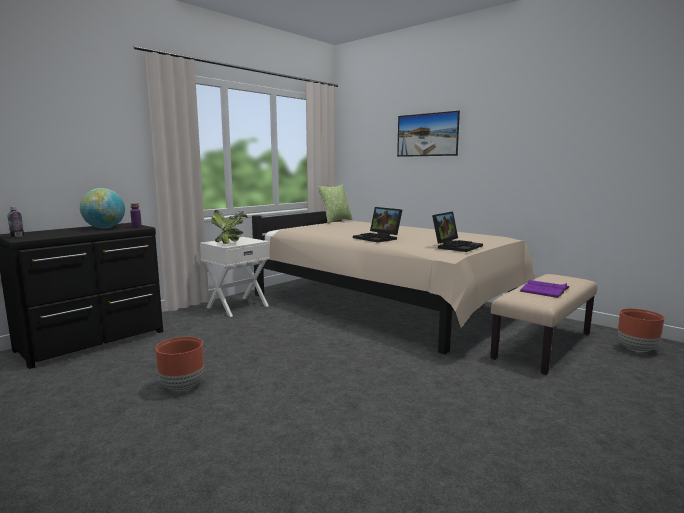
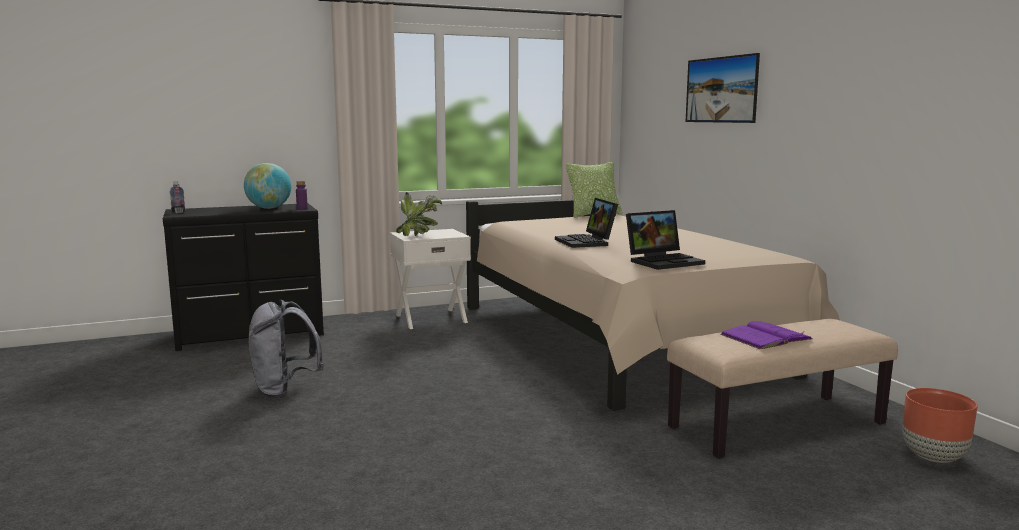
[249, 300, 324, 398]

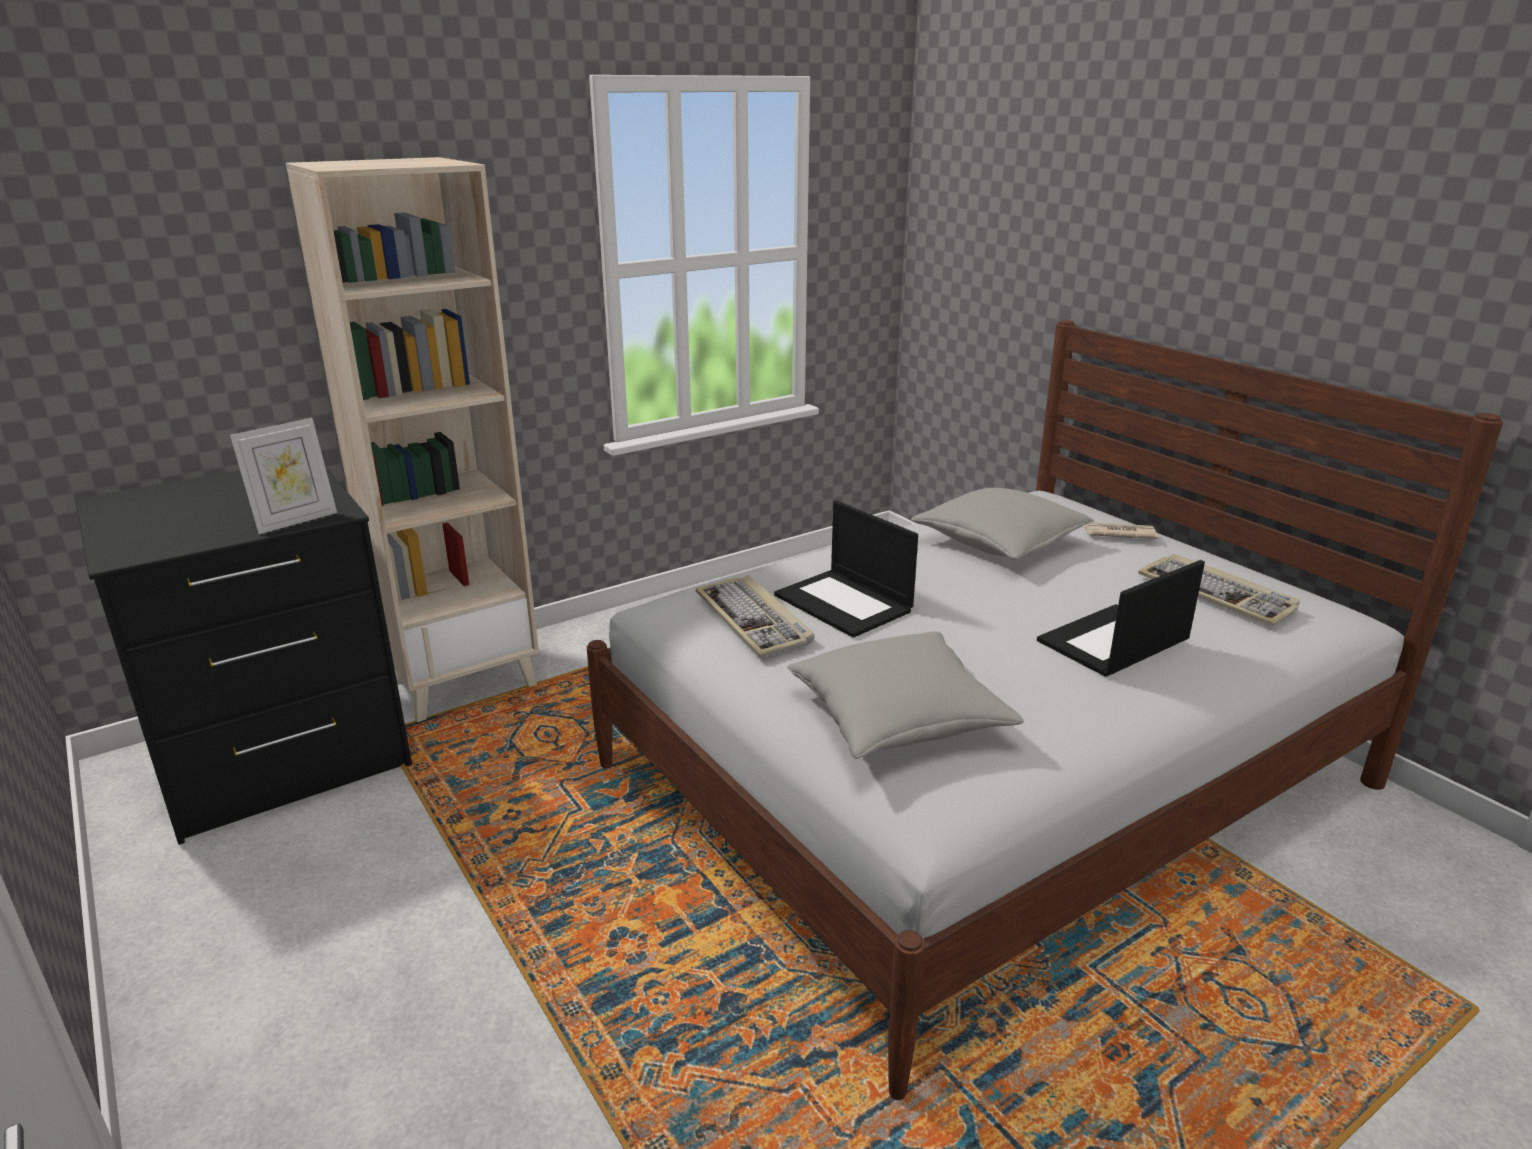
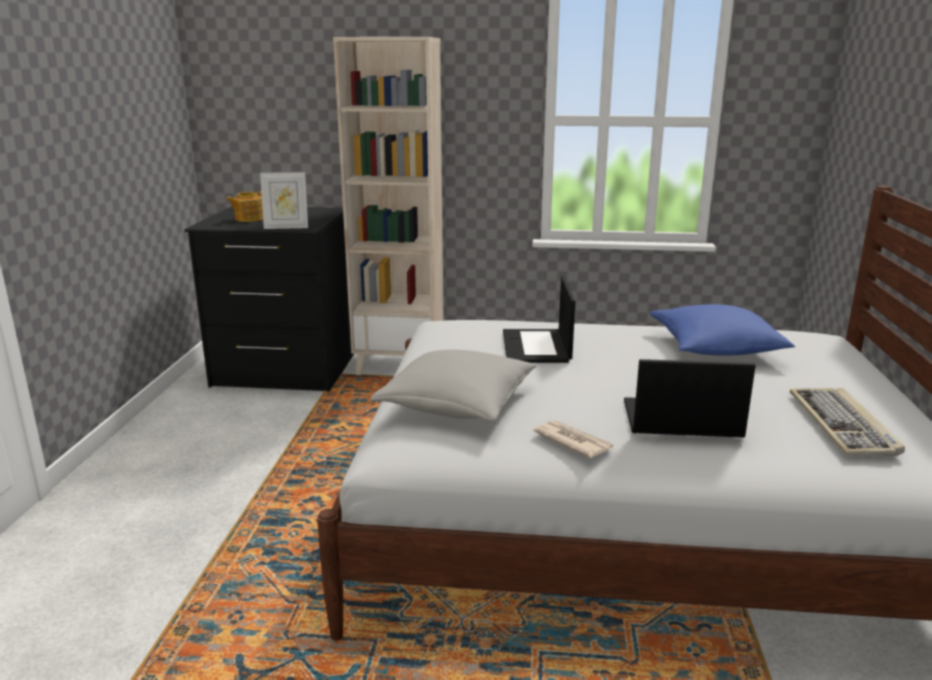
[226, 191, 263, 222]
[534, 420, 613, 458]
[650, 304, 795, 356]
[696, 575, 814, 657] (first image)

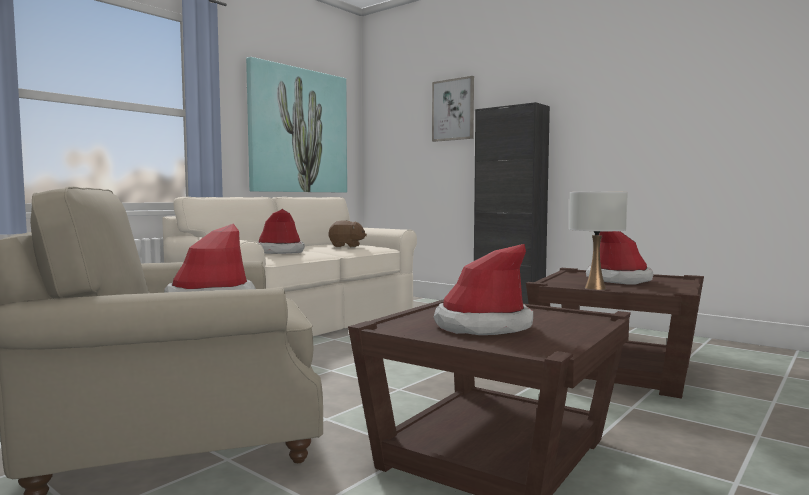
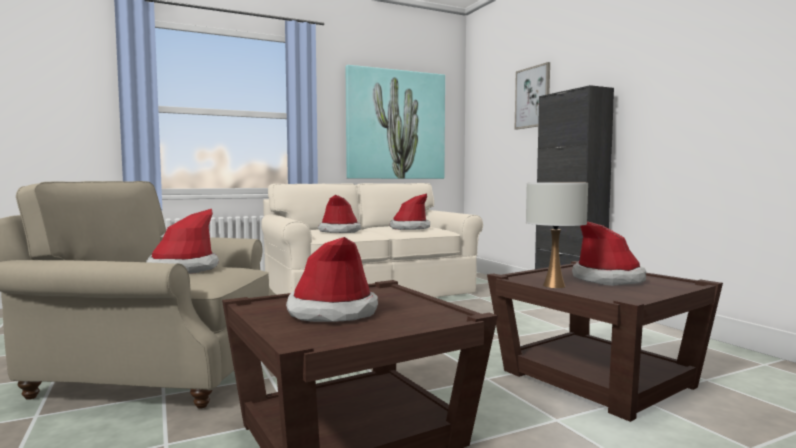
[390, 193, 430, 230]

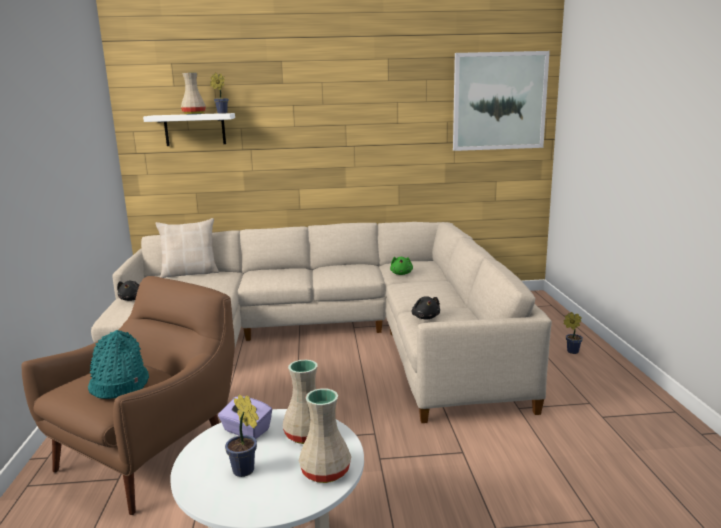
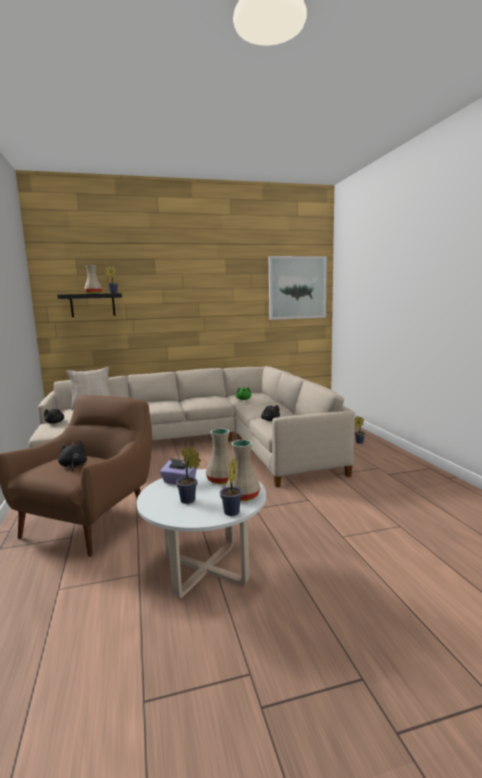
[57, 293, 122, 317]
[58, 441, 87, 472]
[220, 457, 242, 516]

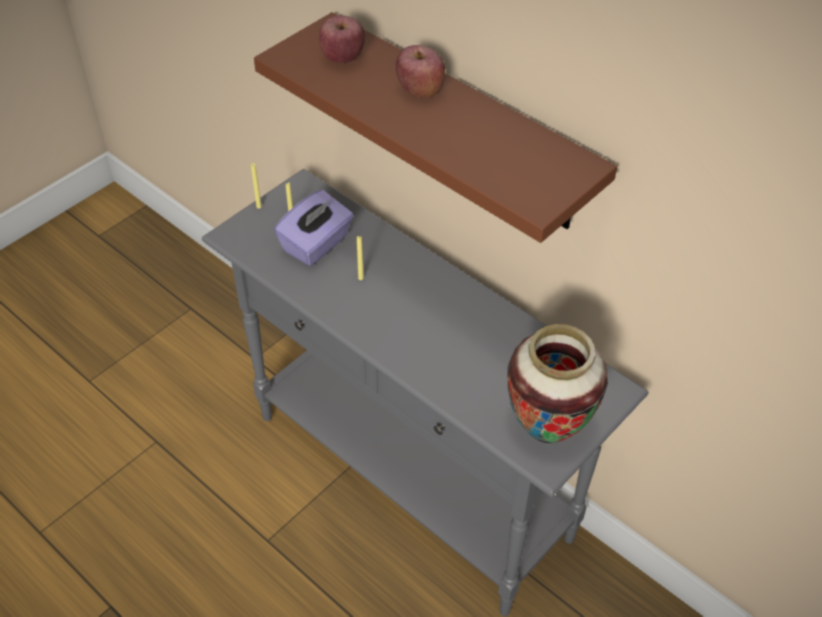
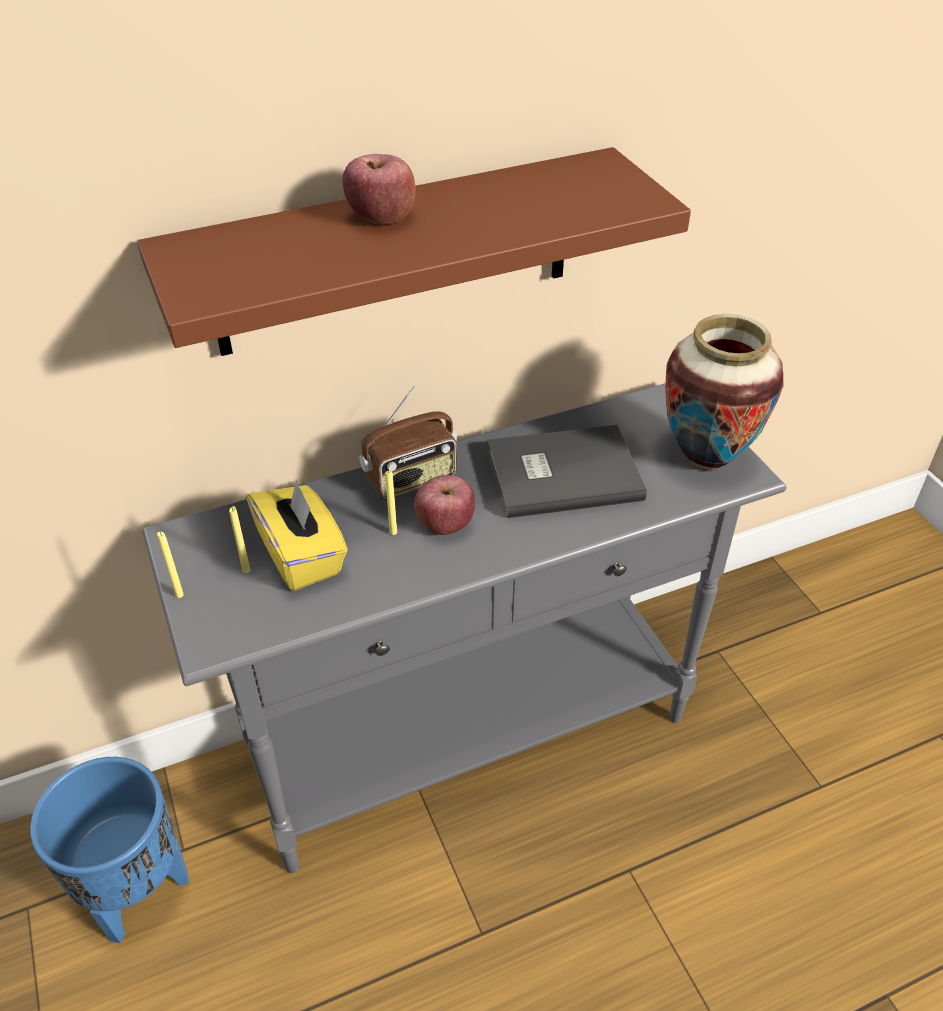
[30, 757, 189, 943]
[247, 479, 348, 591]
[359, 385, 457, 500]
[414, 475, 475, 535]
[488, 425, 647, 518]

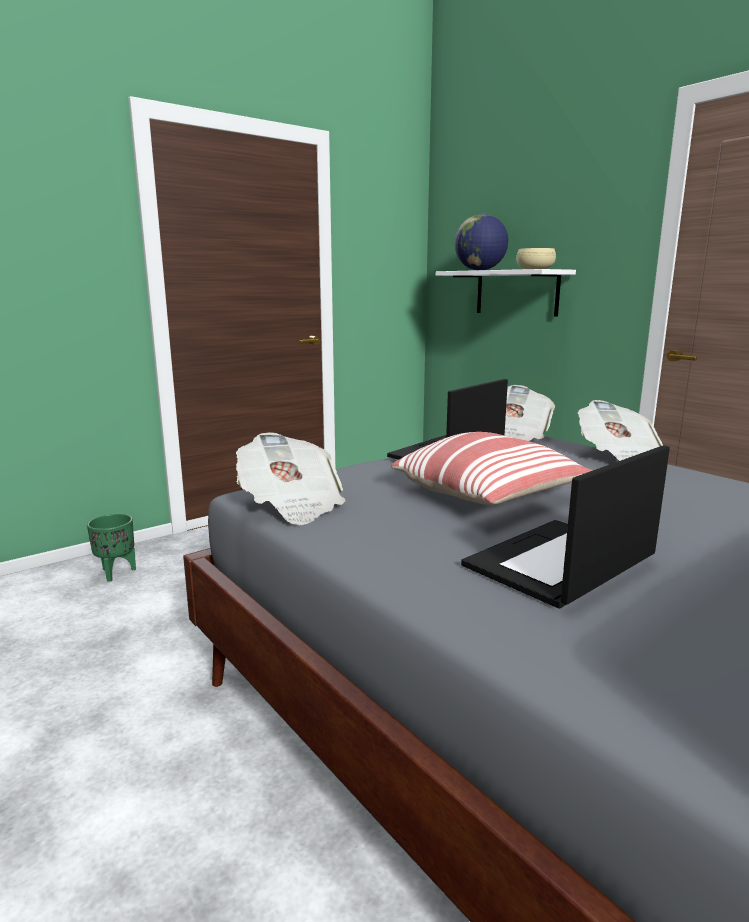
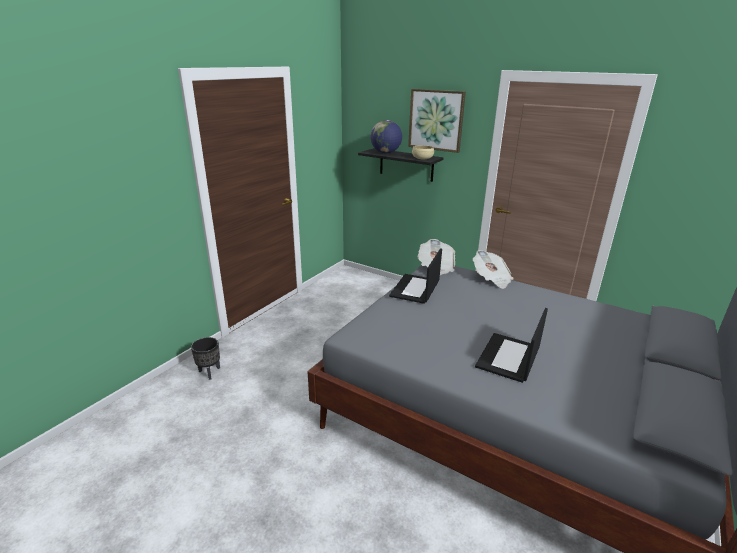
[191, 337, 220, 380]
[358, 148, 443, 182]
[408, 89, 466, 153]
[236, 432, 345, 525] (first image)
[391, 432, 593, 505] (first image)

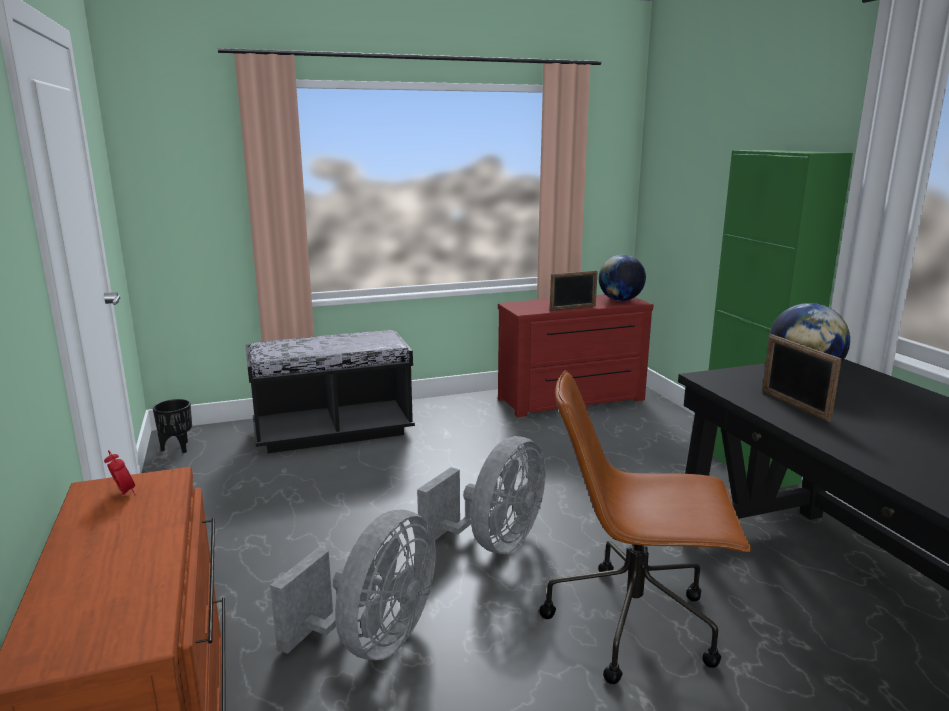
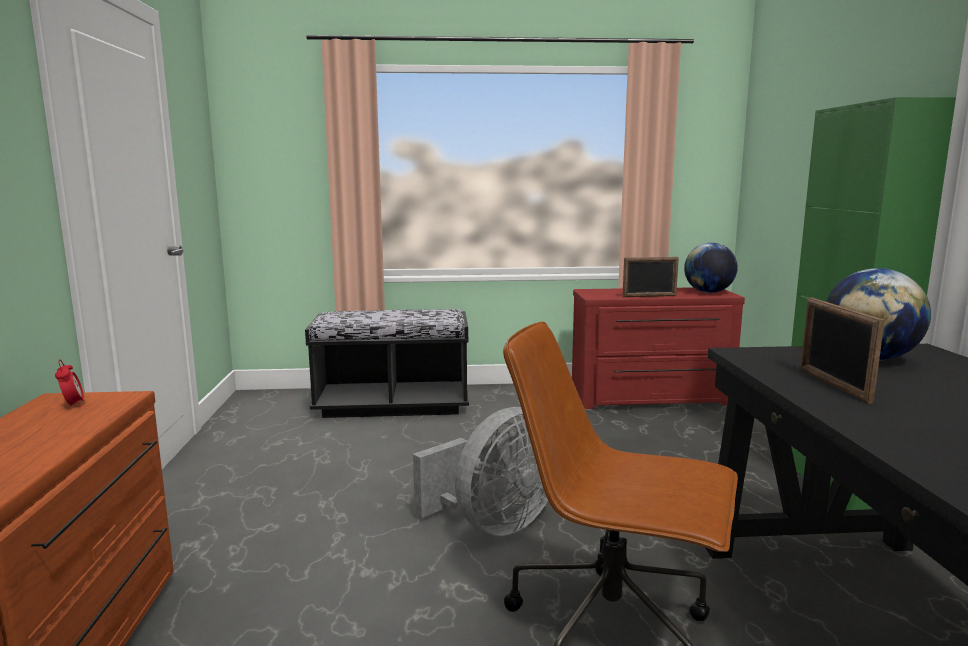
[153, 399, 192, 453] (first image)
[270, 510, 436, 660] (first image)

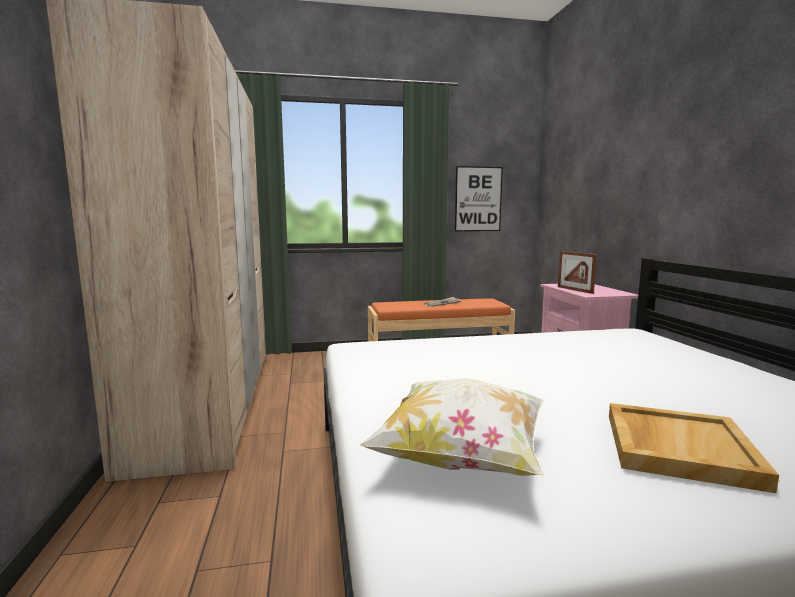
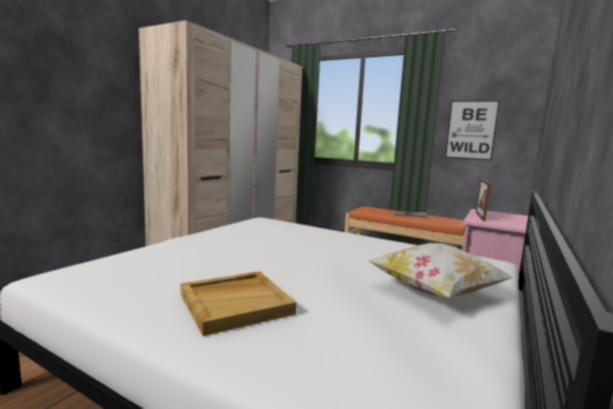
[368, 243, 515, 298]

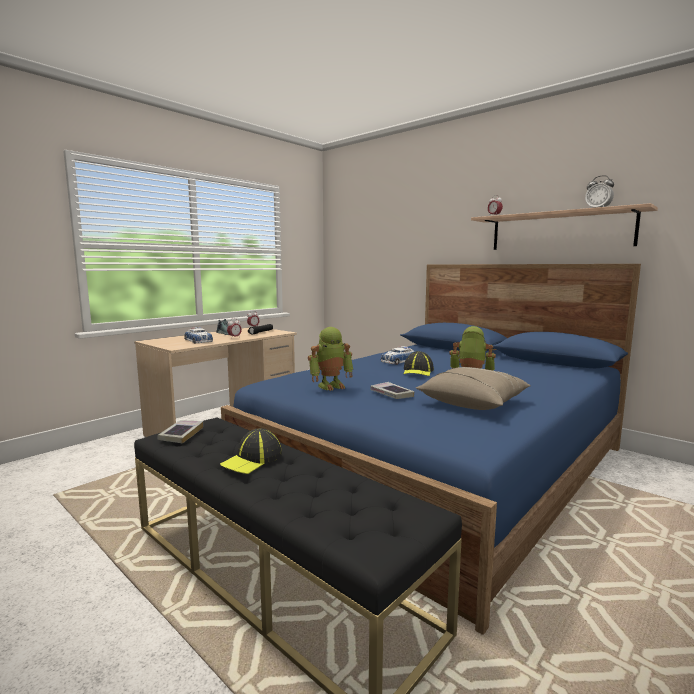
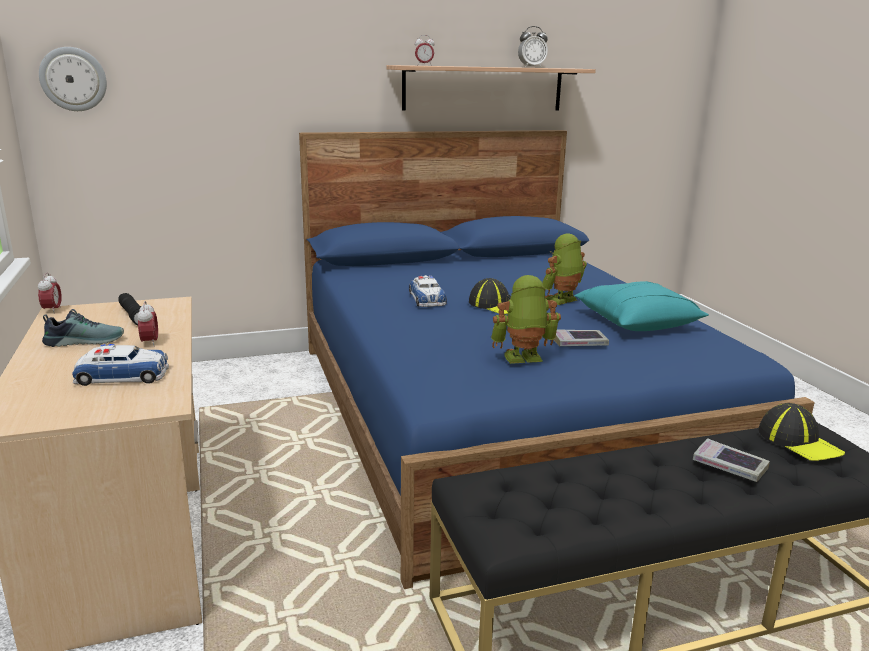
[39, 47, 107, 111]
[491, 275, 561, 364]
[574, 281, 709, 331]
[693, 438, 770, 482]
[758, 403, 845, 461]

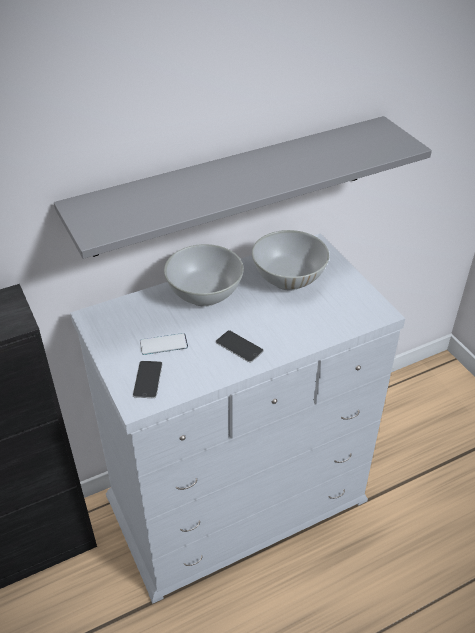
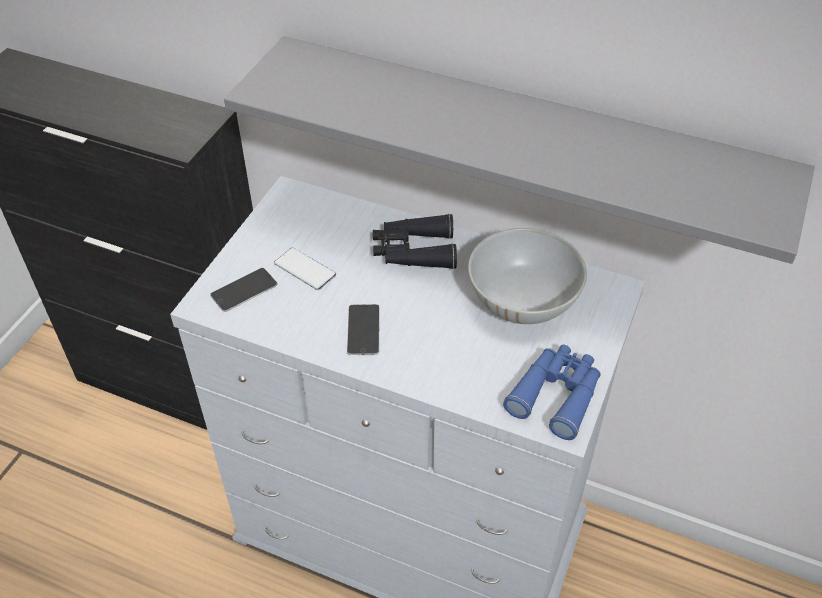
[373, 214, 457, 269]
[503, 345, 601, 440]

